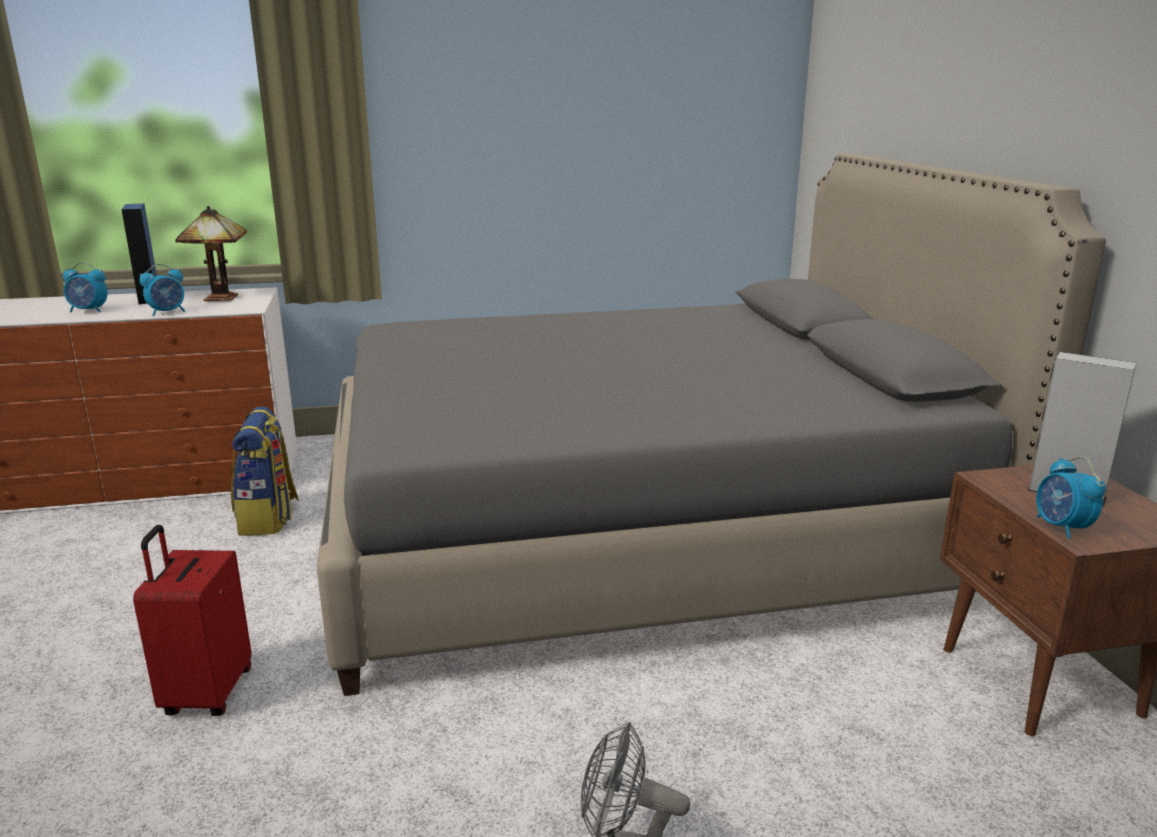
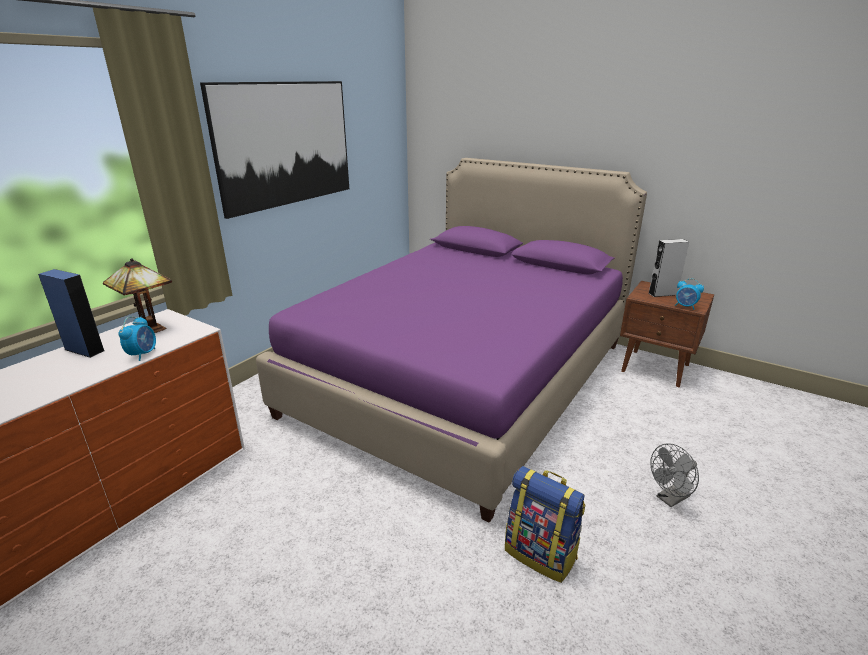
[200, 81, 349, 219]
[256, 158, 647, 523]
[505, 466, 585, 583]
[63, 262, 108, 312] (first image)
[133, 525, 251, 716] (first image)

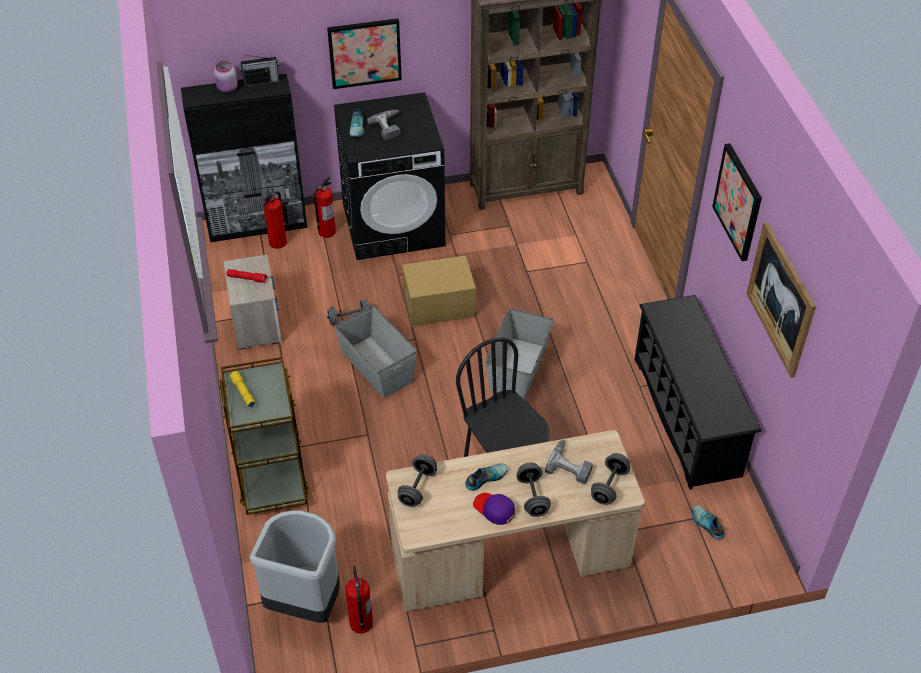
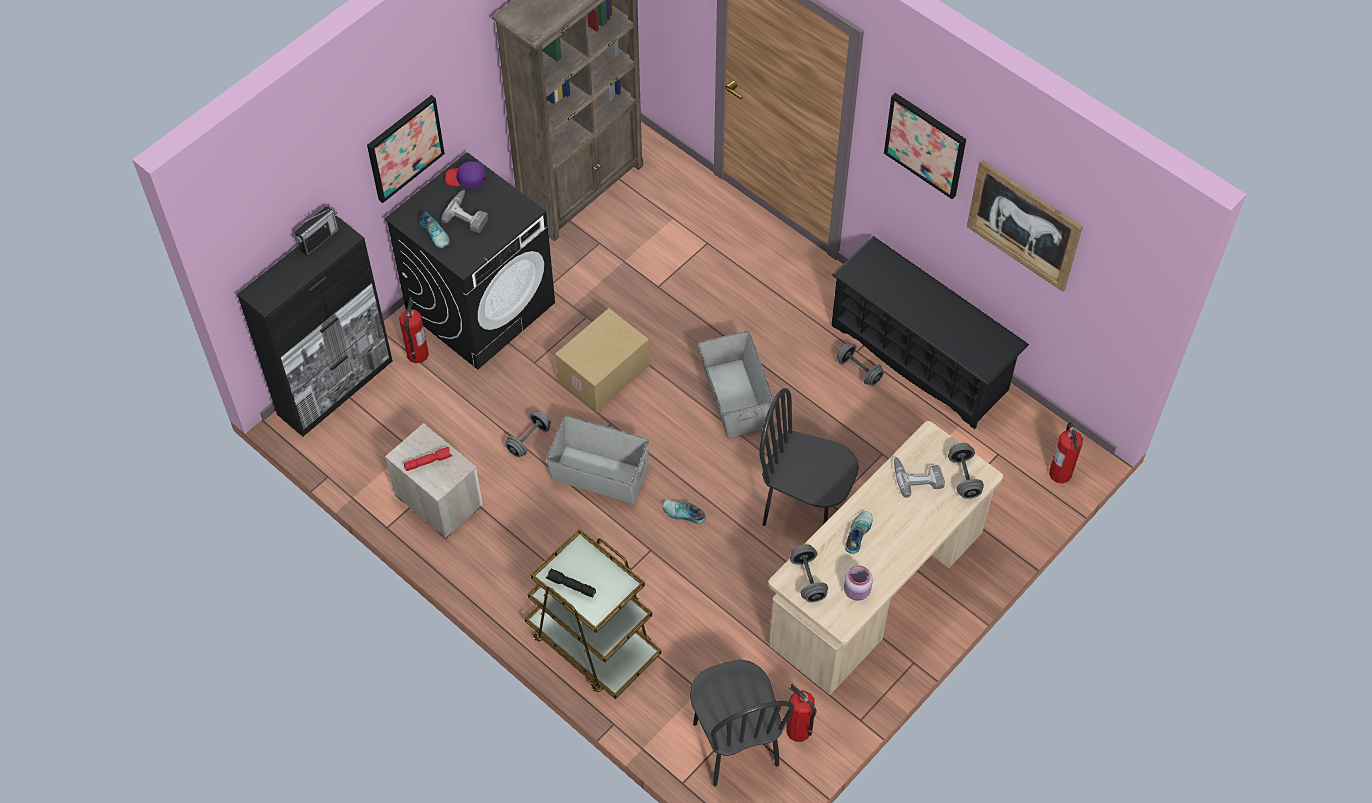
[445, 161, 487, 188]
[546, 569, 596, 598]
[662, 500, 706, 524]
[690, 659, 794, 786]
[836, 343, 884, 386]
[844, 566, 873, 601]
[1049, 422, 1083, 484]

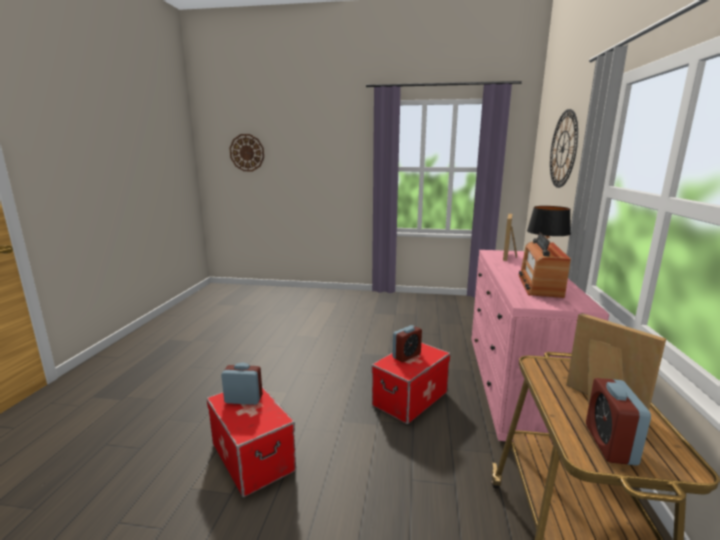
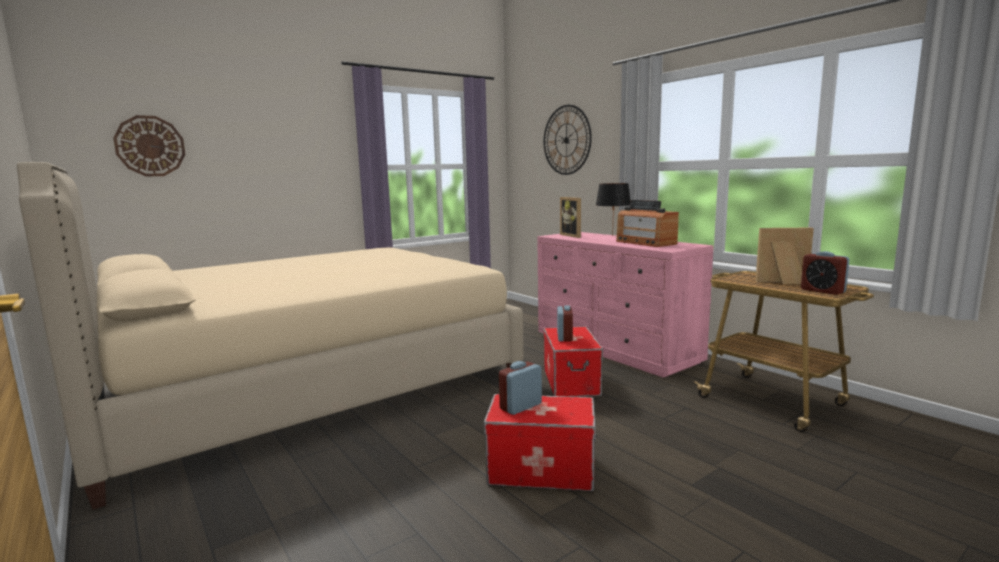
[17, 162, 524, 510]

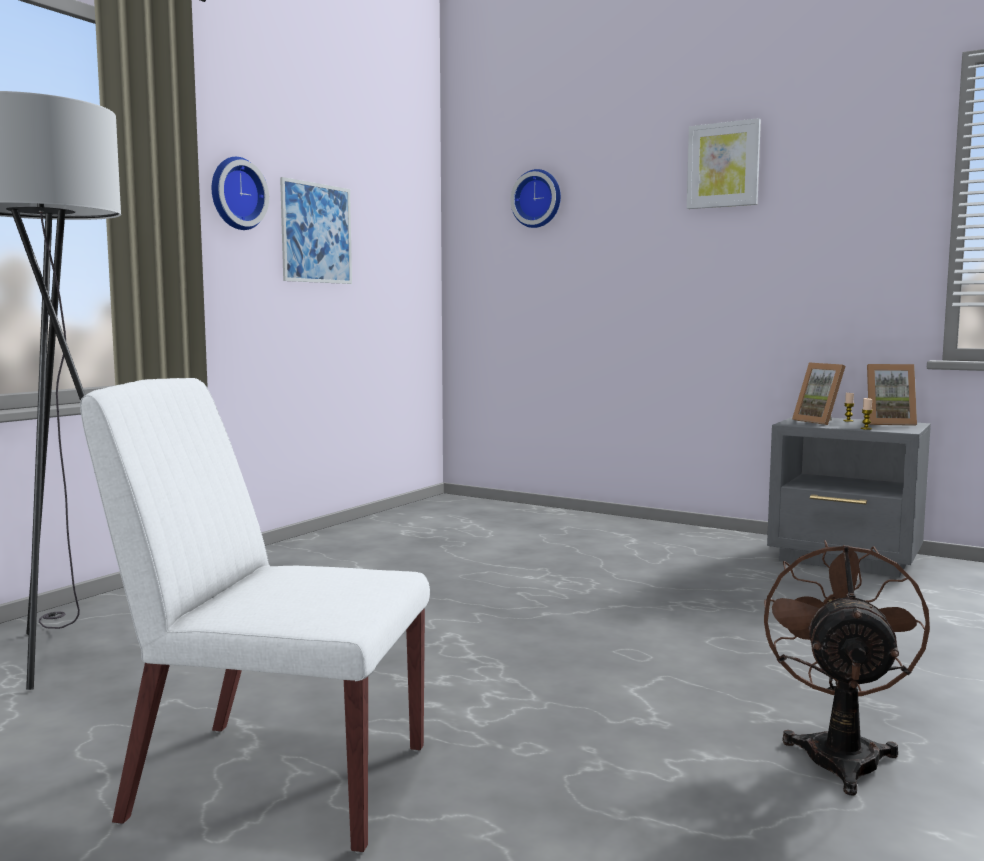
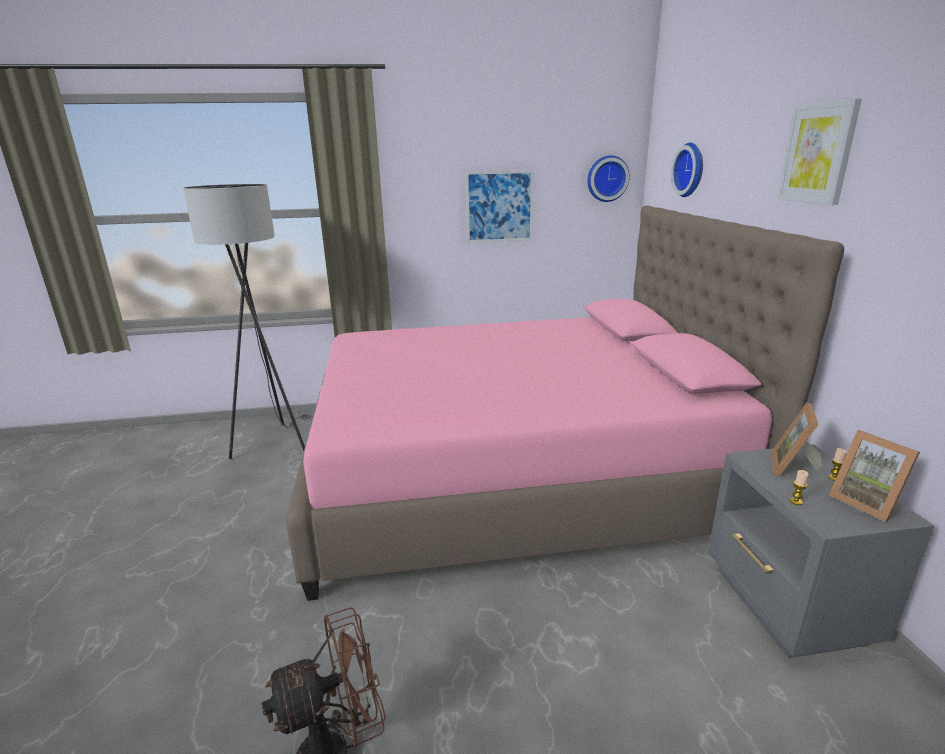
[286, 205, 844, 601]
[587, 155, 630, 202]
[80, 378, 430, 854] (first image)

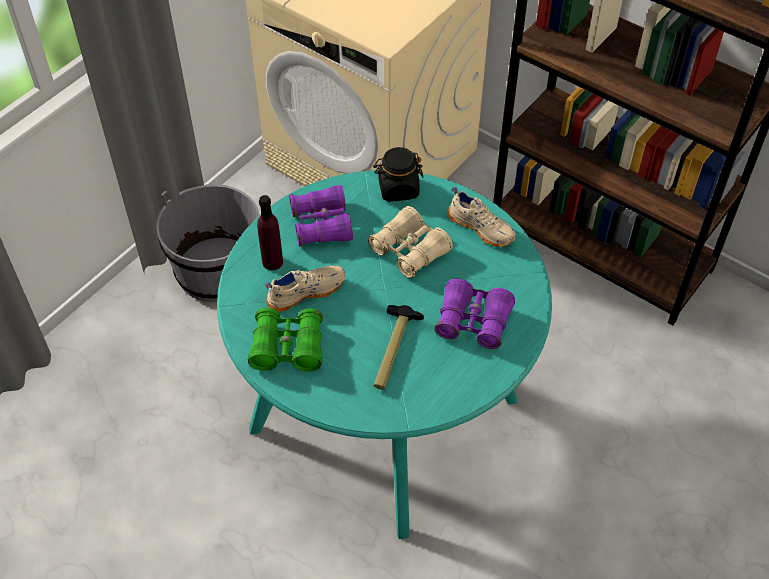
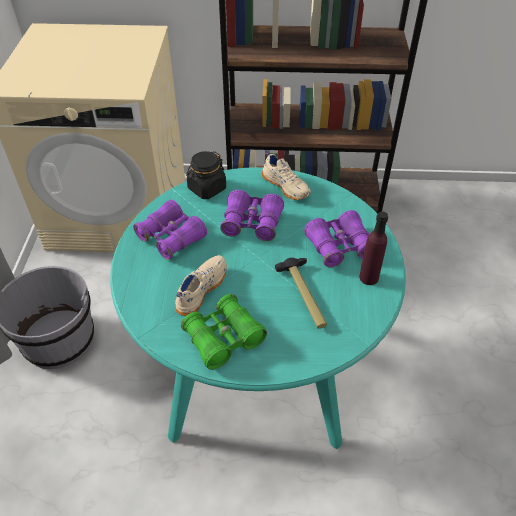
[220, 190, 284, 241]
[262, 150, 311, 200]
[359, 211, 388, 285]

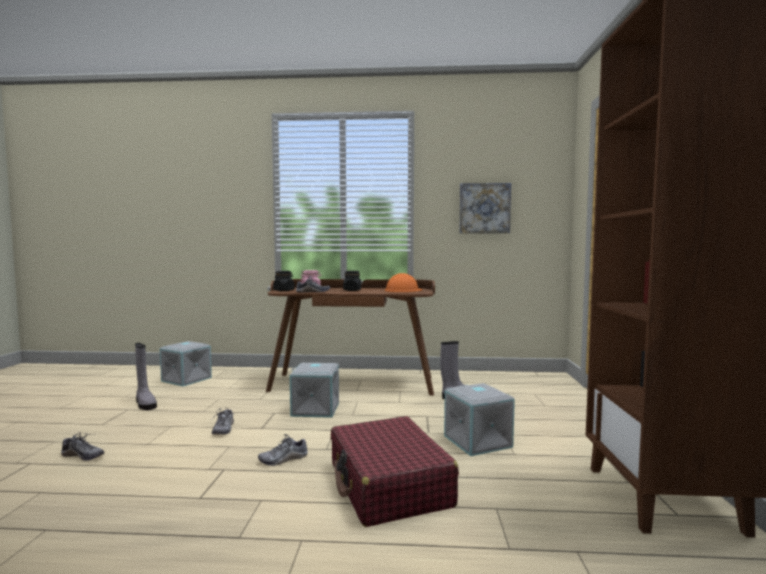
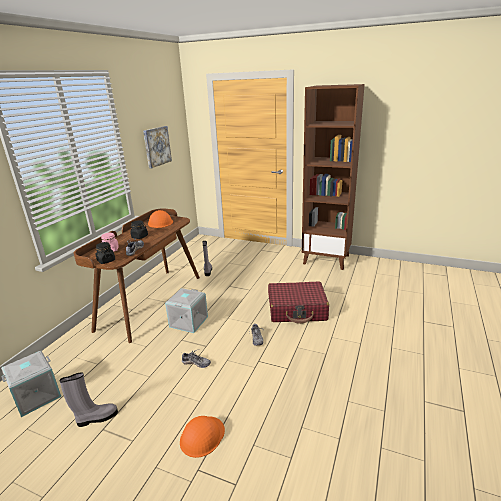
[180, 416, 225, 458]
[444, 383, 515, 456] (first image)

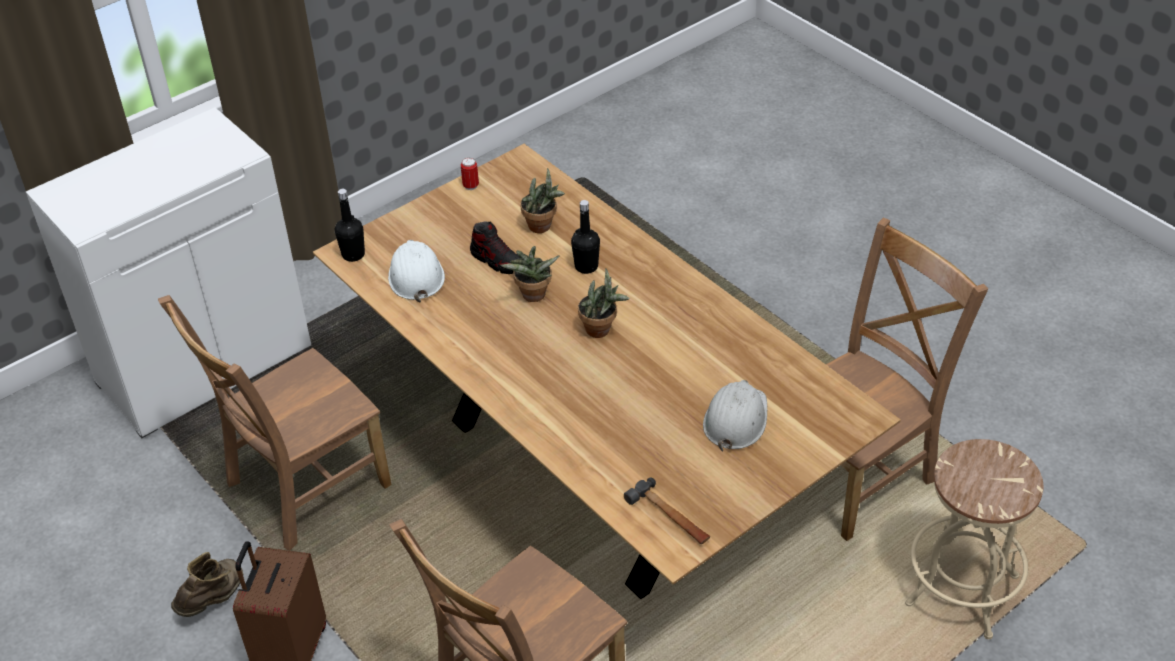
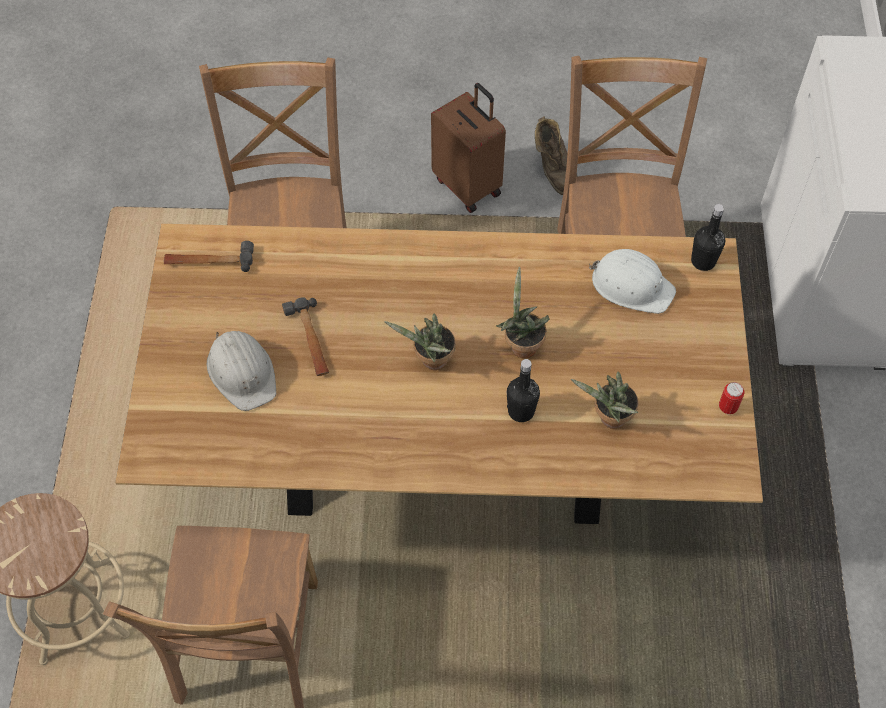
[282, 297, 329, 376]
[470, 221, 522, 274] (first image)

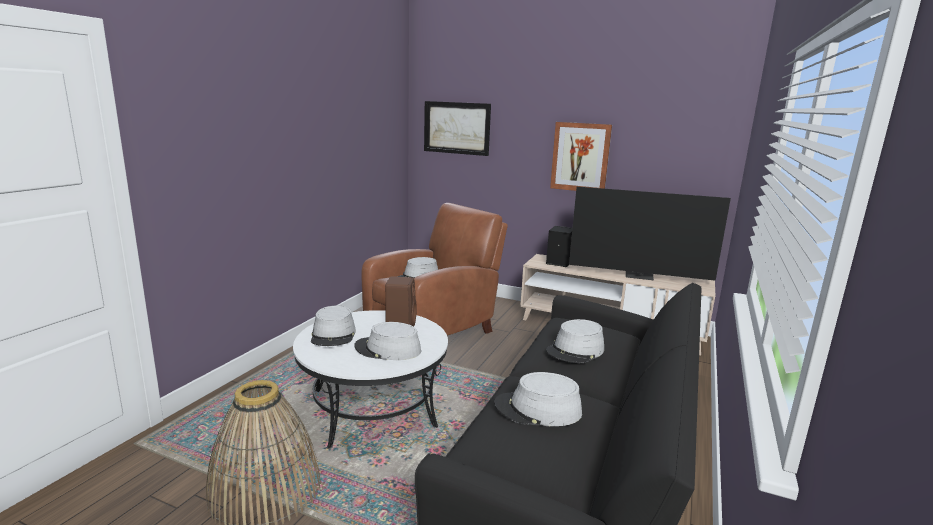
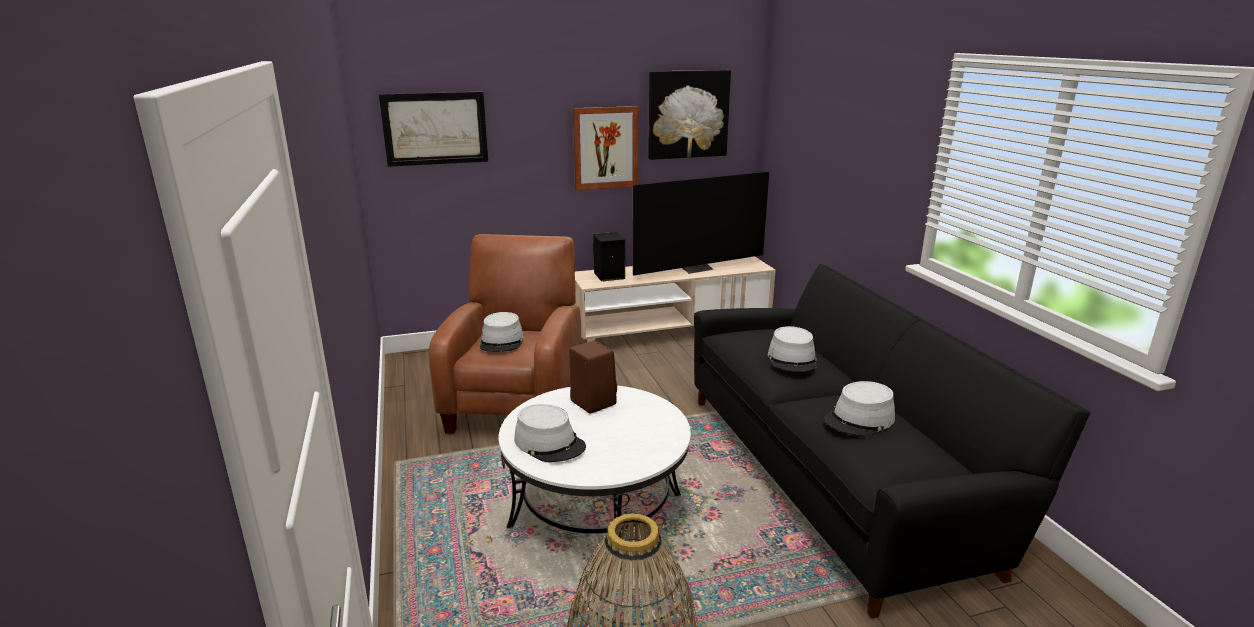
[648, 70, 731, 160]
[354, 322, 421, 360] (first image)

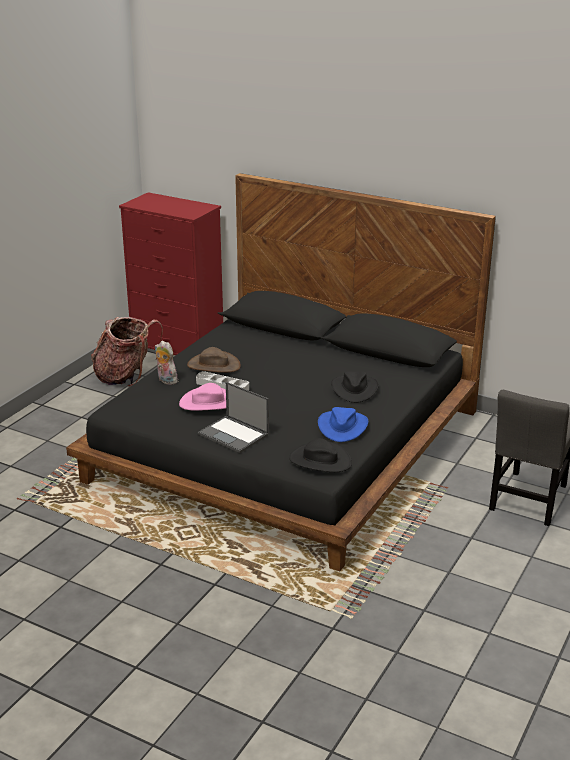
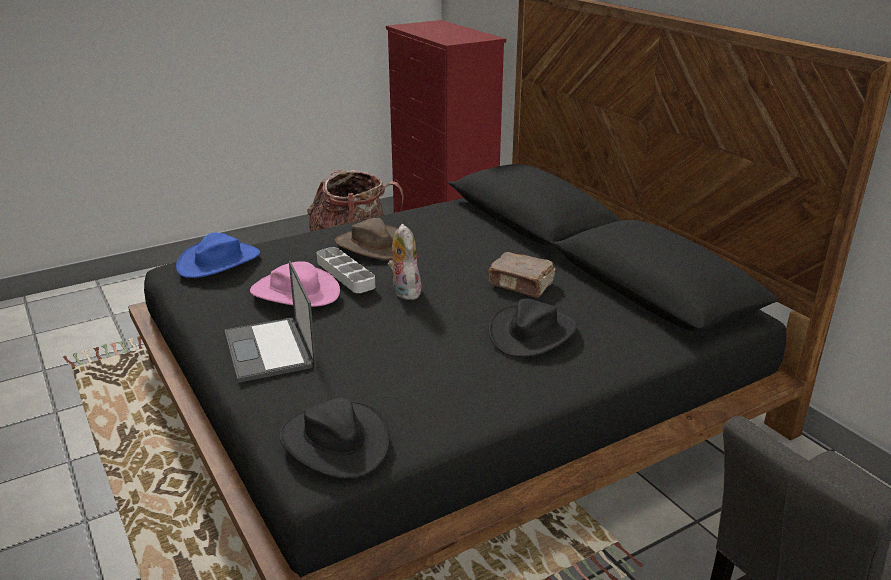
[176, 232, 260, 278]
[388, 224, 421, 300]
[487, 252, 555, 298]

